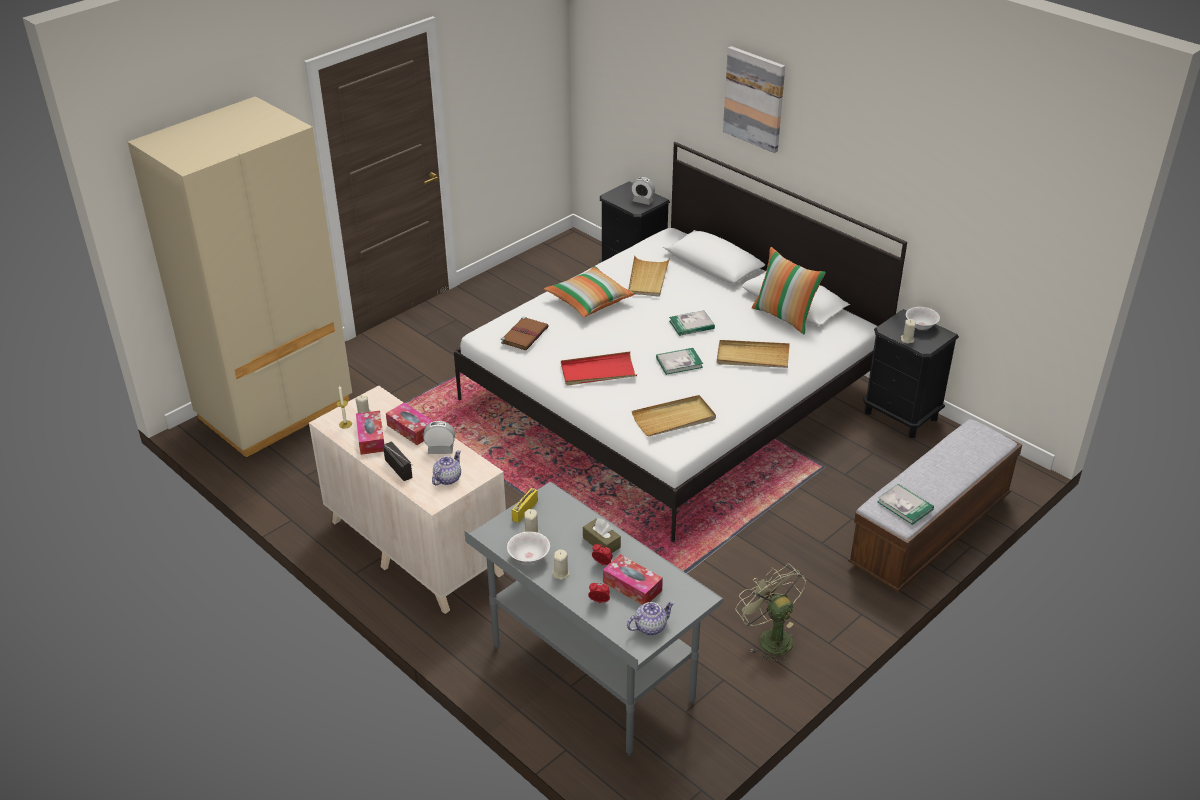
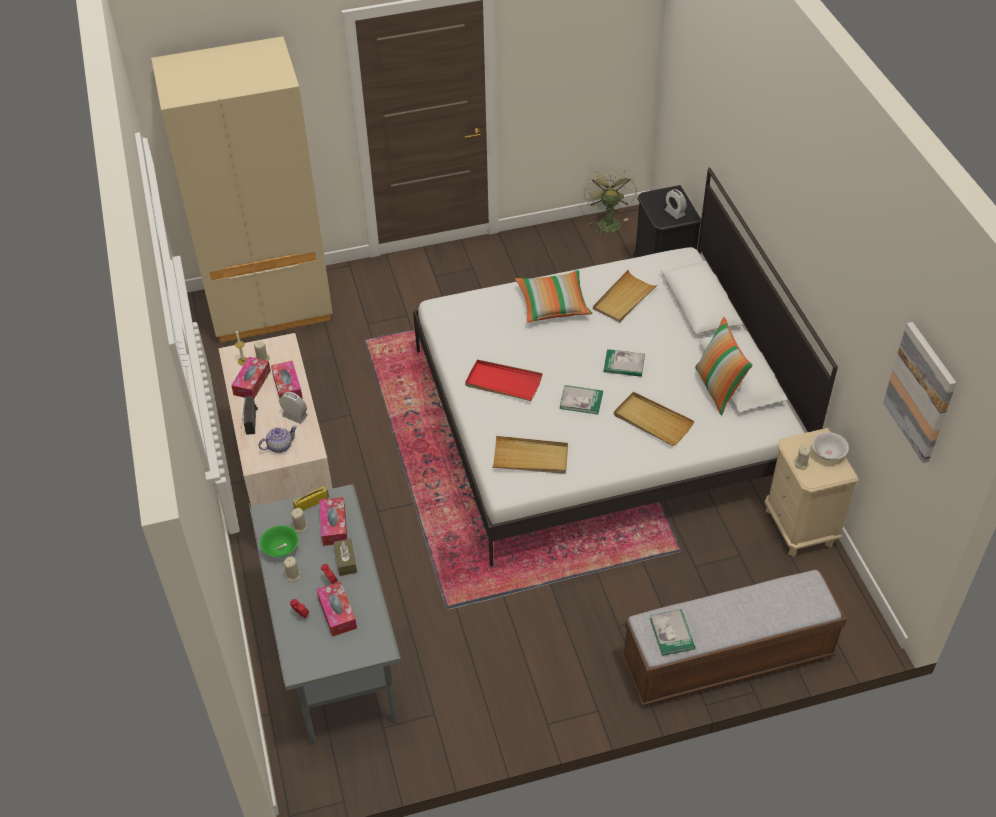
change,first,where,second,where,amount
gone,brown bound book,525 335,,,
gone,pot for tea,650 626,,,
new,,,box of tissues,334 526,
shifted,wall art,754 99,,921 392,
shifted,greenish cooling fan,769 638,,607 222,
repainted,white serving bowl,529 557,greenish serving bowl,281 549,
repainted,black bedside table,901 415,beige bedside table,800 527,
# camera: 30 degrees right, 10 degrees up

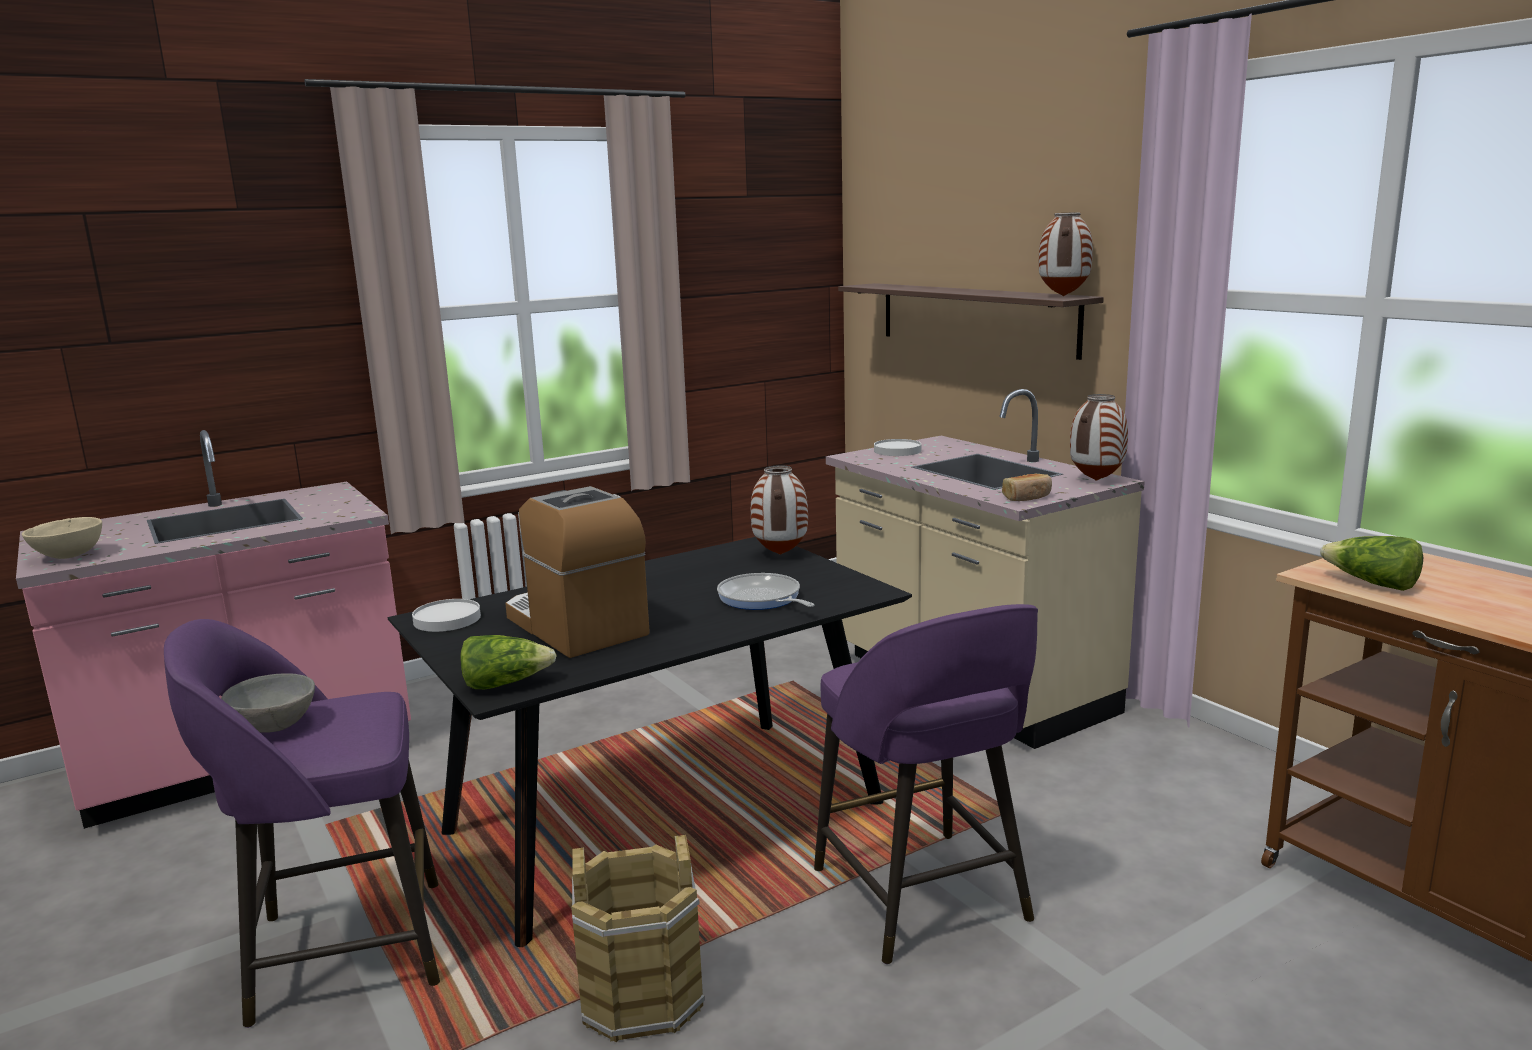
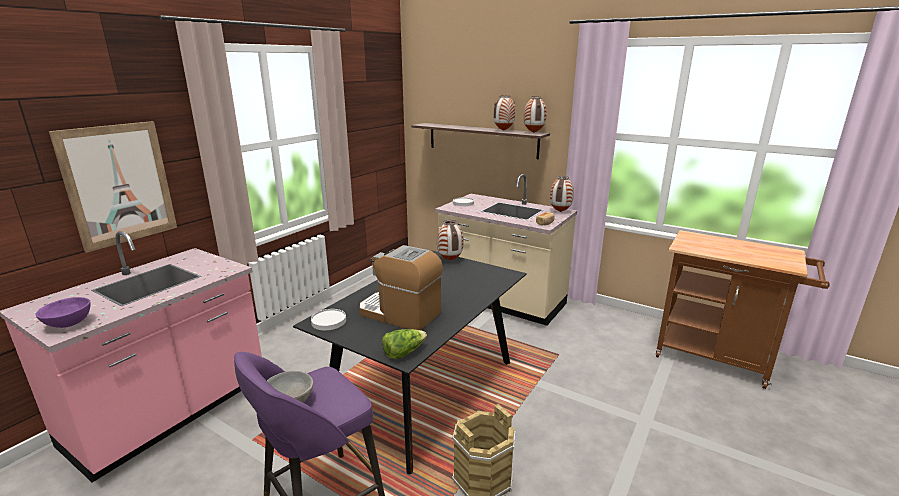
change,first,where,second,where,amount
gone,pan,761 599,,,
gone,purple-coloured stool,923 898,,,
gone,head of lettuce,1372 584,,,
new,,,wall art,119 184,
new,,,vase,503 130,
repainted,beige serving bowl,68 556,purple-coloured serving bowl,68 325,
# camera: 25 degrees left, 5 degrees up

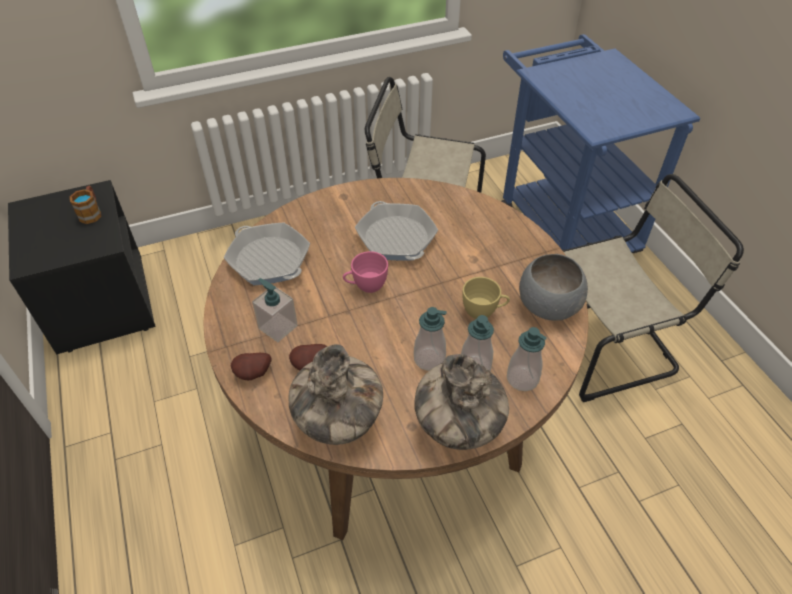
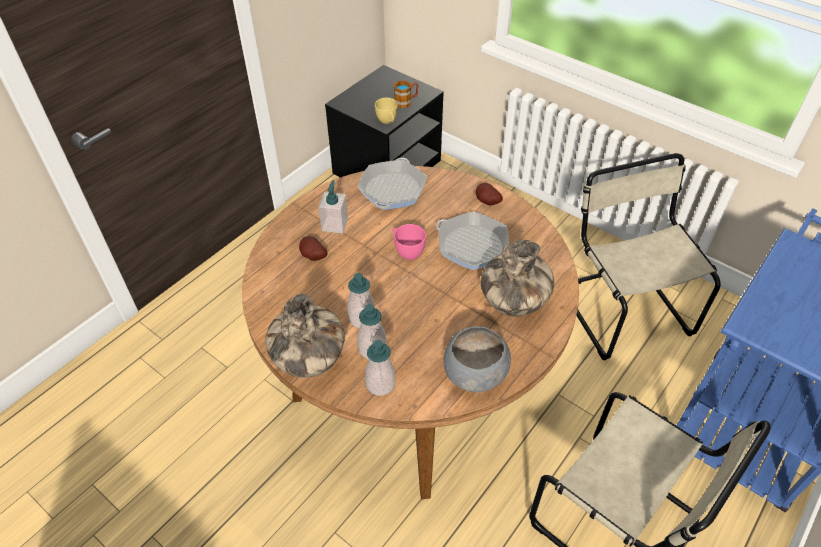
change,first,where,second,where,amount
shifted,whole potato,253 374,,486 202,
shifted,vase,339 420,,514 303,
shifted,yellowish small cup,483 312,,387 121,
rotated,pan,396 237,,473 246,90 degrees counterclockwise
# camera: 60 degrees right, 0 degrees up

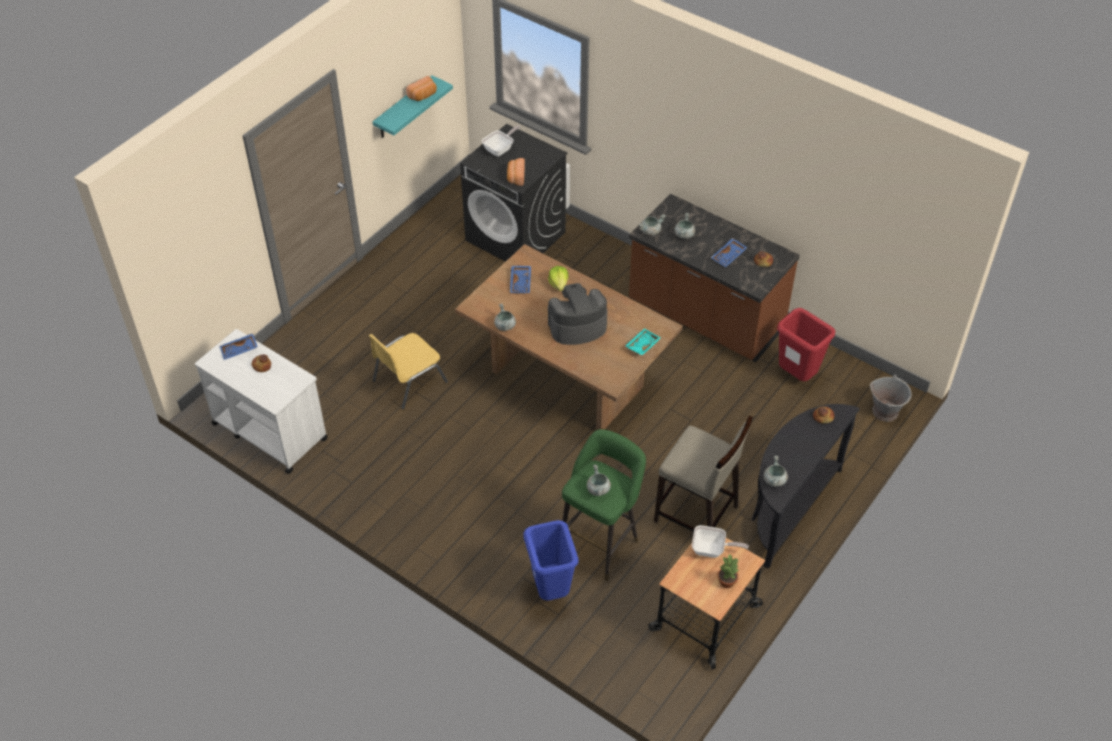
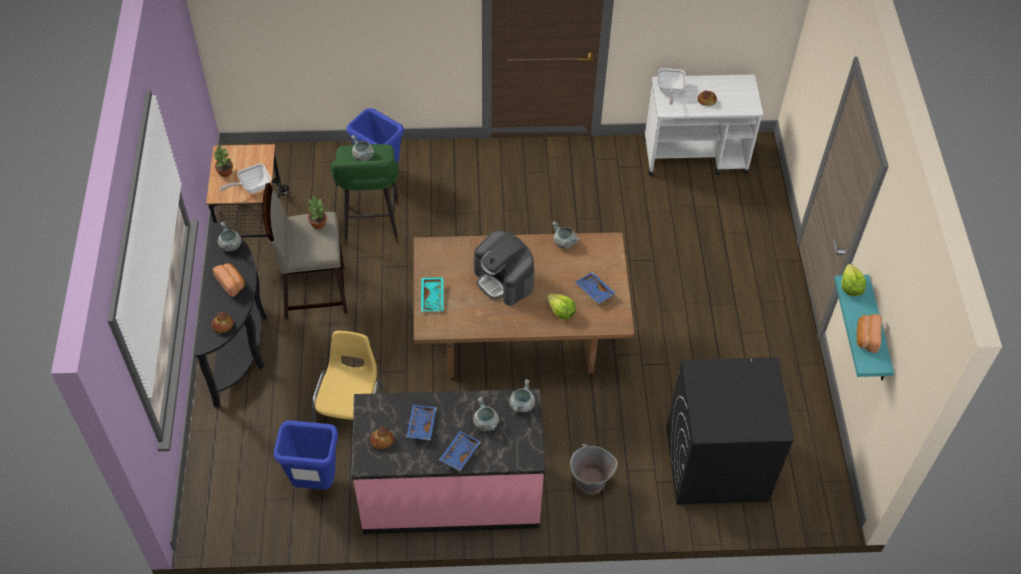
change,first,where,second,where,amount
new,,,potted plant,318 223,
new,,,head of lettuce,850 287,
shifted,blue-coloured carrying tray,239 350,,459 453,
shifted,yellowish chair,408 381,,350 408,
shifted,pan,500 149,,669 91,
shifted,bread,515 177,,231 283,
shifted,gray water bucket,885 411,,590 482,
repainted,brown counter,705 317,pinkish counter,450 492,
repainted,red trash can,797 376,blue-coloured trash can,314 482,
rotated,coffee machine,577 327,,504 279,105 degrees clockwise
# camera: 140 degrees right, 5 degrees up

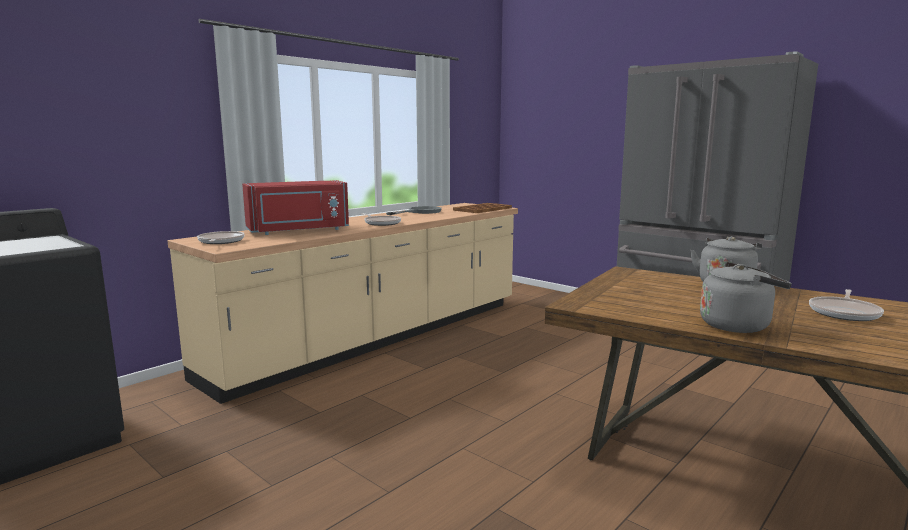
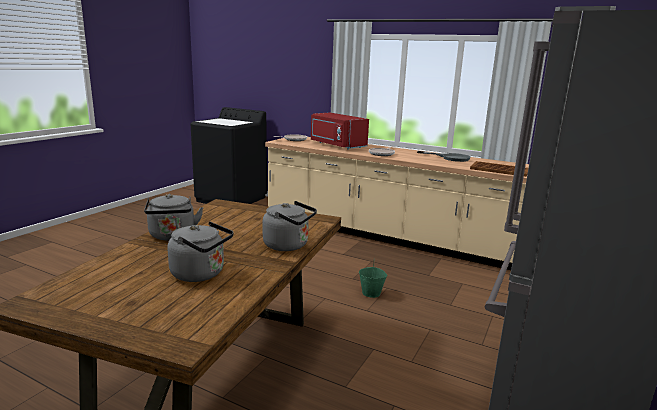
change,first,where,second,where,amount
new,,,greenish water bucket,371 293,
swapped,pan,844 313,gray tea kettle,201 274,
# camera: 75 degrees right, 5 degrees up

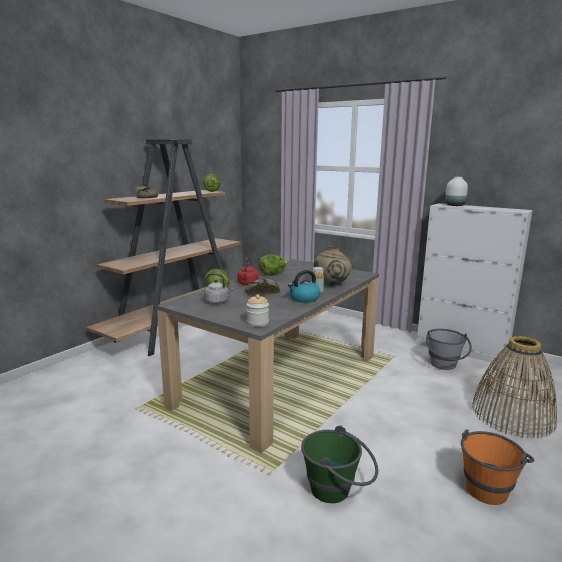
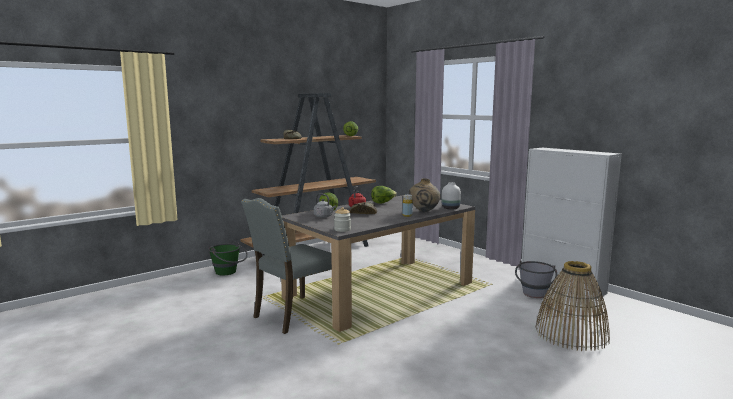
change,first,where,second,where,amount
gone,tea kettle,304 299,,,
gone,orangey water bucket,489 486,,,
new,,,gray chair,294 315,
shifted,greenish water bucket,338 491,,229 272,
shifted,white vase,454 205,,450 208,
# camera: 15 degrees right, 5 degrees down

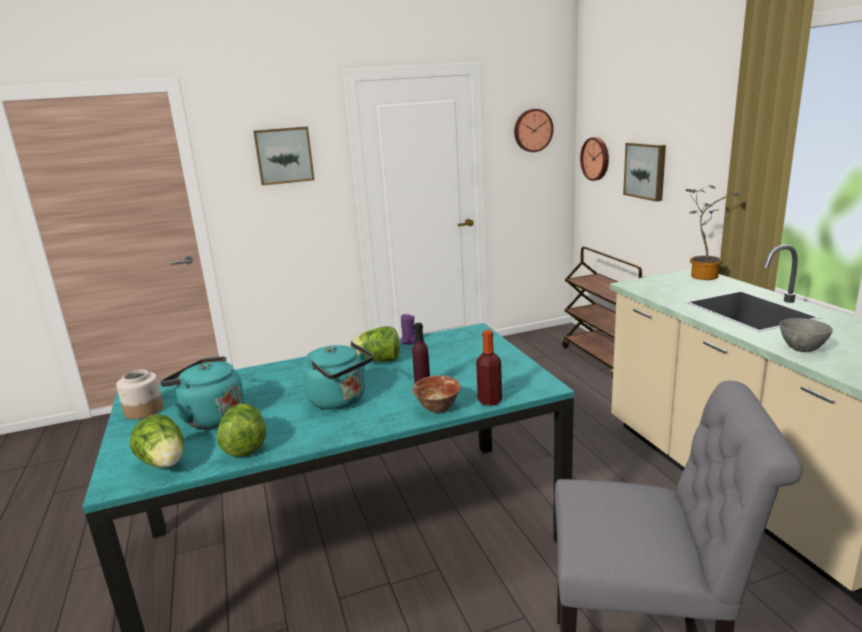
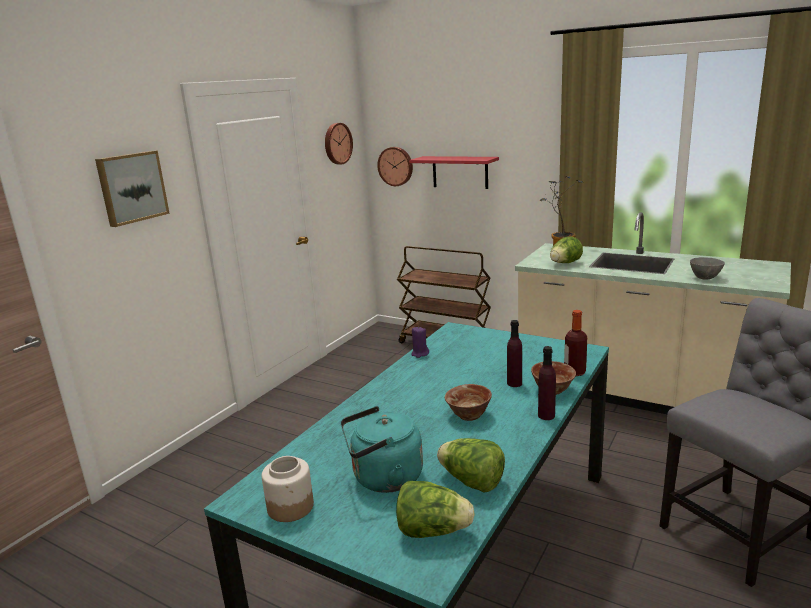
change,first,where,second,where,amount
new,,,purple-coloured drink bottle,546 415,
shifted,head of lettuce,378 361,,564 263,
swapped,turquoise-coloured tea kettle,340 400,serving bowl,469 415,
swapped,wall art,646 170,red wall shelf,460 172,
# camera: 40 degrees left, 0 degrees up

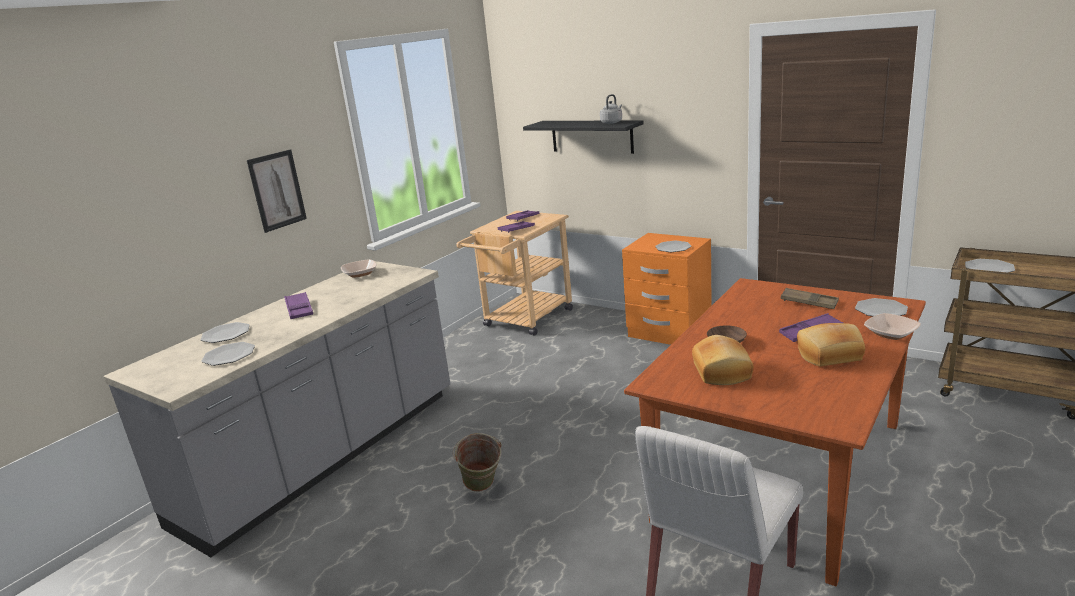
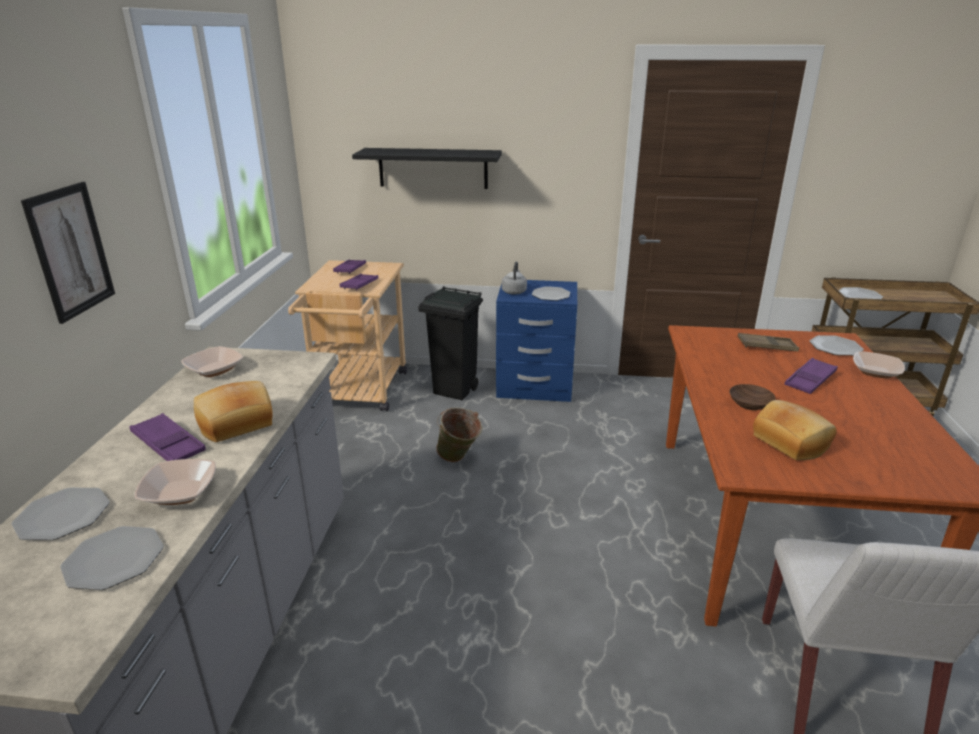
change,first,where,second,where,amount
new,,,serving bowl,179 492,
new,,,black trash can,455 391,
shifted,greenish water bucket,482 489,,458 459,
shifted,gray tea kettle,612 122,,514 291,
shifted,bread,830 356,,236 424,
repainted,orangey bedside table,669 332,blue-coloured bedside table,534 387,
# camera: 30 degrees left, 5 degrees up

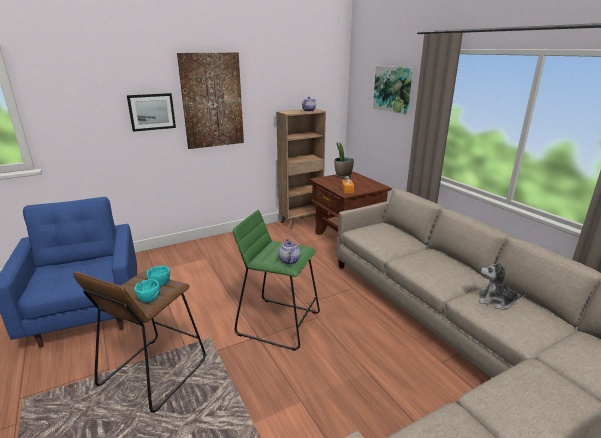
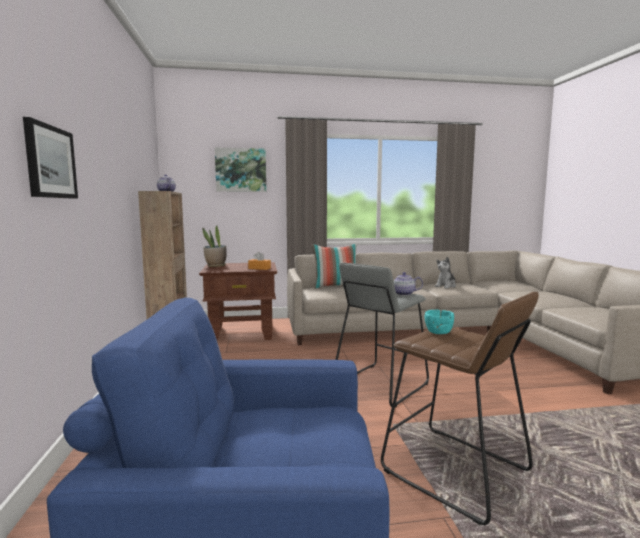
change,first,where,second,where,amount
gone,turquoise-coloured serving bowl,148 298,,,
gone,wall art,212 101,,,
new,,,pillow,336 287,
repainted,greenish stool,279 323,gray stool,380 384,
# camera: 70 degrees left, 15 degrees down

